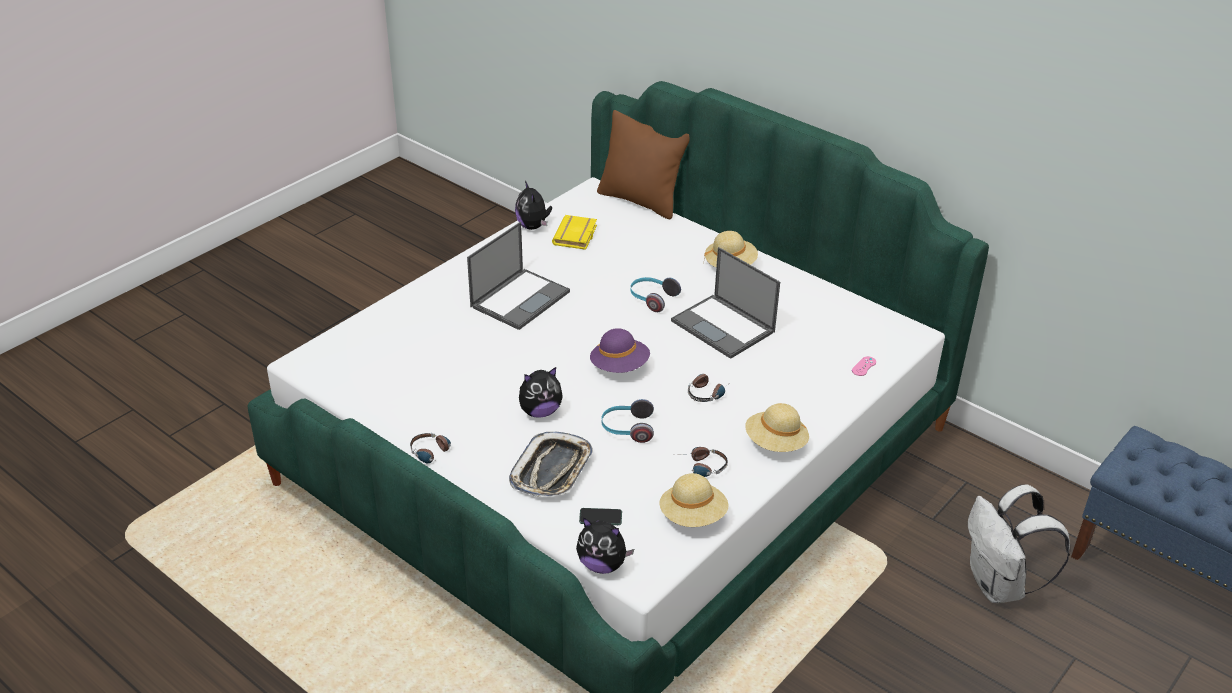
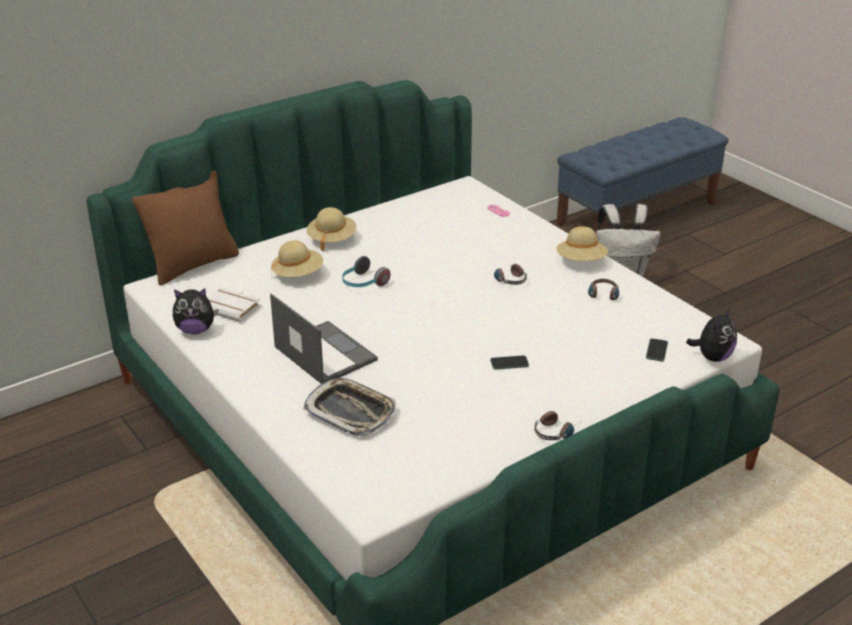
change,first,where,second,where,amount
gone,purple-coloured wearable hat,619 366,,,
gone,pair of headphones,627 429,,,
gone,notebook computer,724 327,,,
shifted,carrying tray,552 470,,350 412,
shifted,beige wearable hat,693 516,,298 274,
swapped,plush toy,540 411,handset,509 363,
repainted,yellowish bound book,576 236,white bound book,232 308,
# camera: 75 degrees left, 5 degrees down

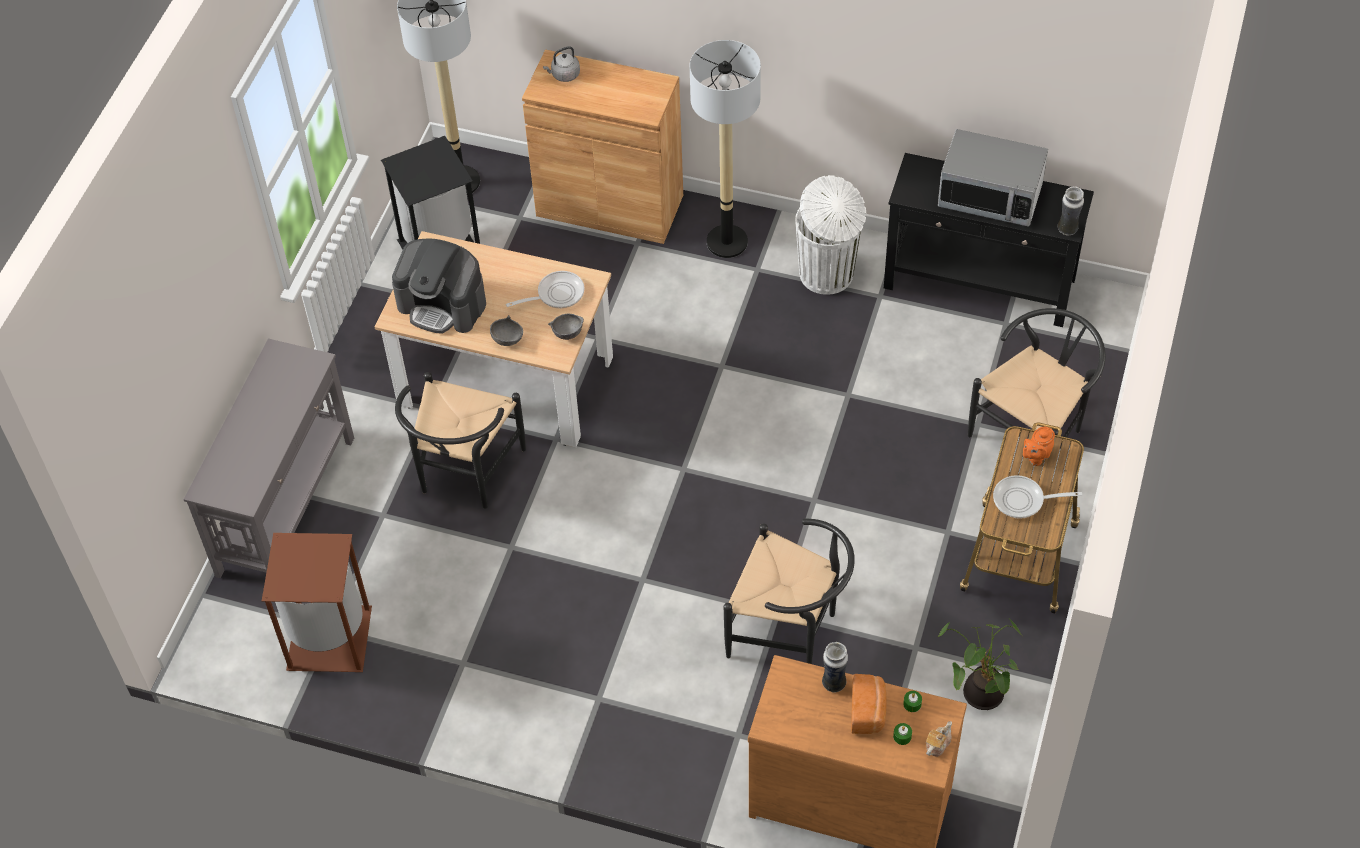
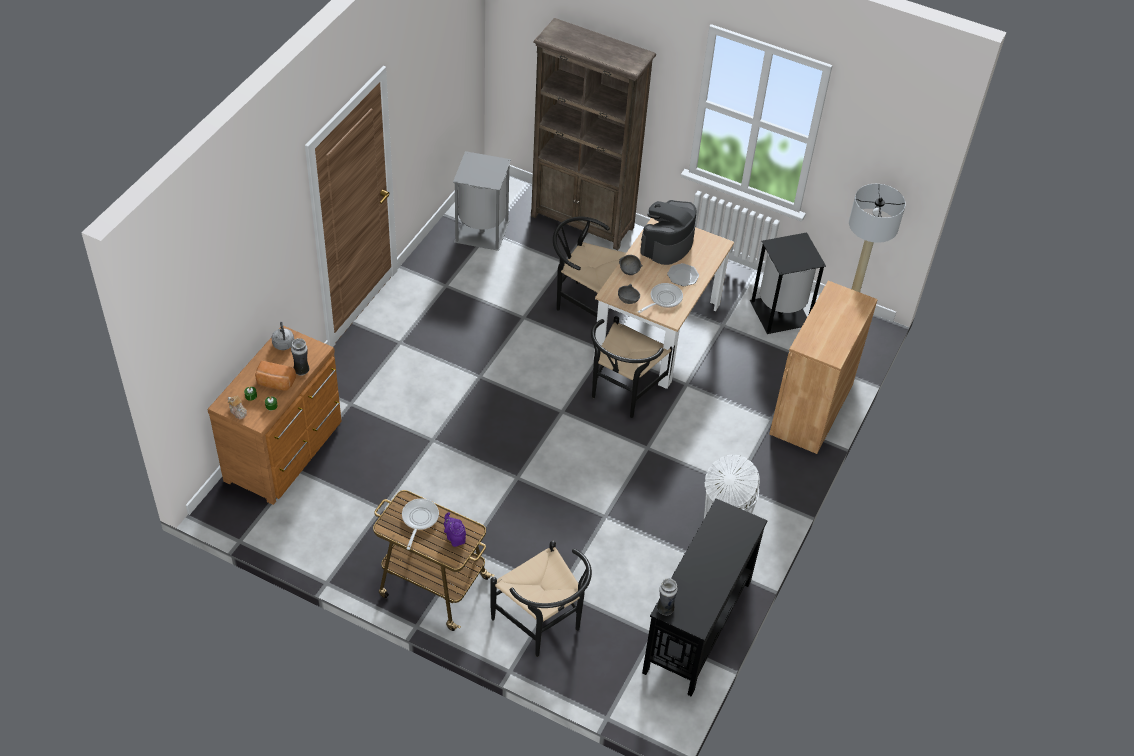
change,first,where,second,where,amount
gone,standing lamp,727 242,,,
gone,microwave oven,990 196,,,
gone,potted plant,979 693,,,
new,,,plate,683 275,
shifted,gray tea kettle,564 75,,283 343,
shifted,black chair,791 632,,622 393,
swapped,gray console table,287 505,brown bookcase,583 222,
repainted,brown trash can,328 639,gray trash can,481 230,
repainted,orangey pot for tea,1036 457,purple-coloured pot for tea,455 538,
rotated,pan,556 294,,663 299,120 degrees counterclockwise
# camera: 95 degrees right, 5 degrees down

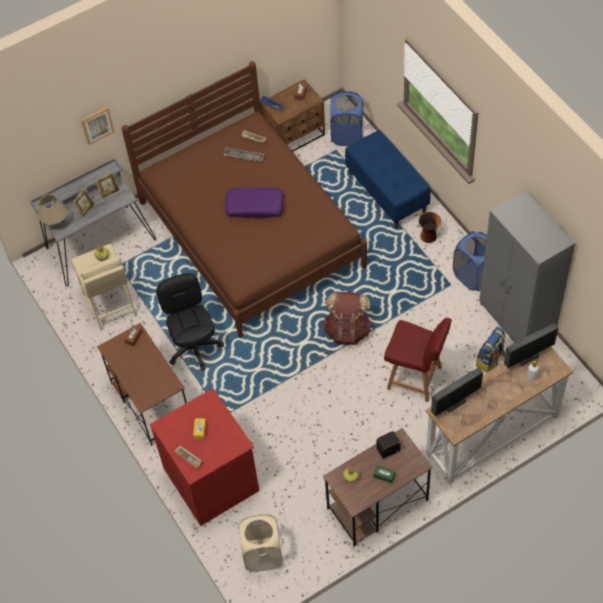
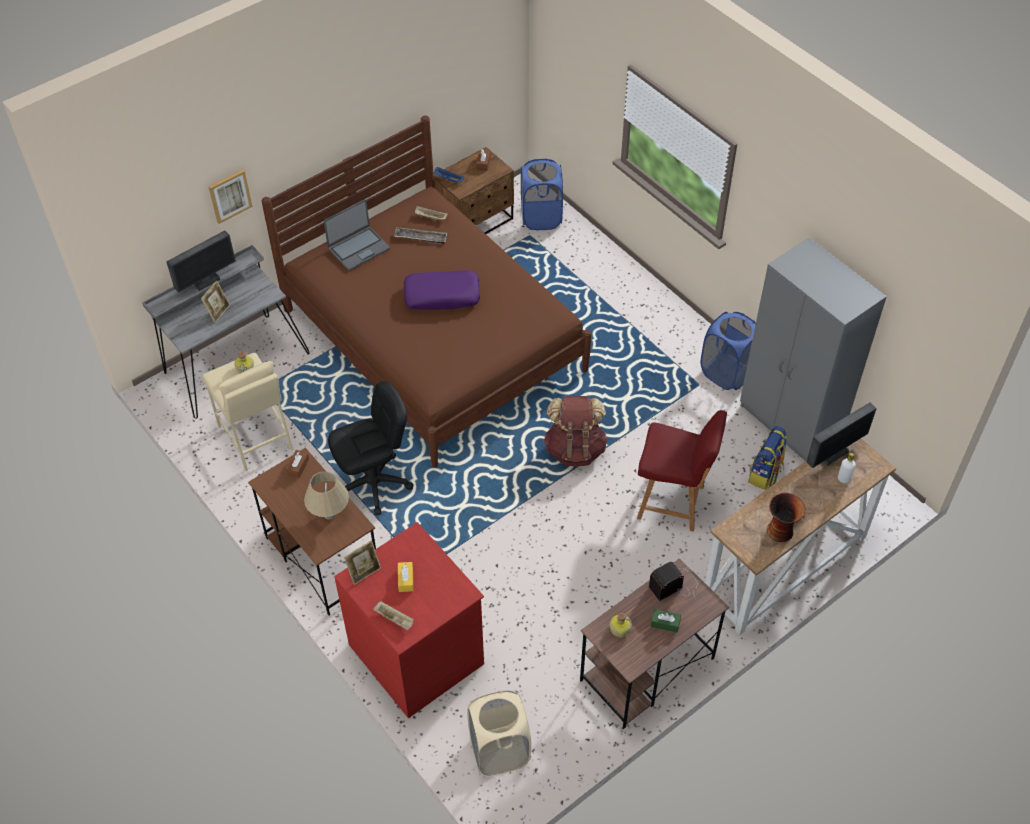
change,first,where,second,where,amount
gone,blue-coloured bench,387 192,,,
new,,,notebook computer,358 249,
shifted,beige tabletop lamp,56 223,,329 514,
shifted,picture frame,109 192,,364 572,
shifted,vase,429 236,,781 530,
shifted,monitor,455 404,,207 282,
rotated,black computer chair,194 347,,374 483,90 degrees clockwise
# camera: 10 degrees left, 5 degrees down

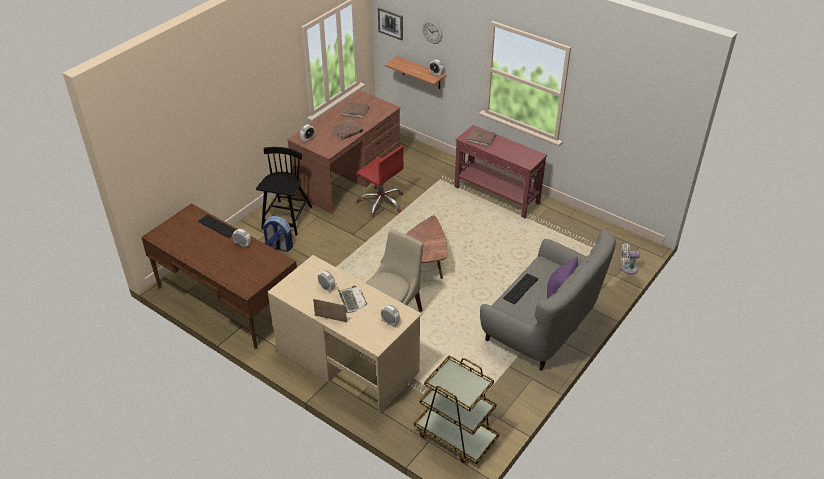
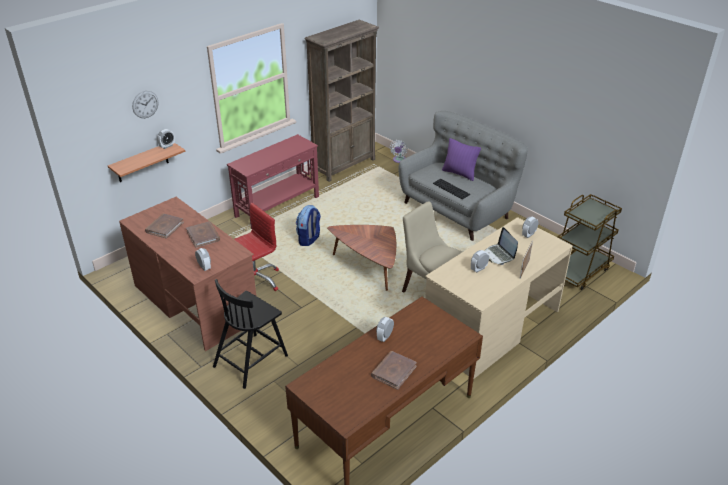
change,first,where,second,where,amount
gone,computer keyboard,217 226,,,
gone,wall art,391 23,,,
new,,,brown bookcase,344 165,
shifted,backpack,279 247,,309 239,
shifted,brown bound book,481 138,,393 371,
rotated,black chair,287 218,,251 360,75 degrees counterclockwise
rotated,notebook computer,350 300,,499 255,105 degrees counterclockwise
# camera: 80 degrees left, 5 degrees down

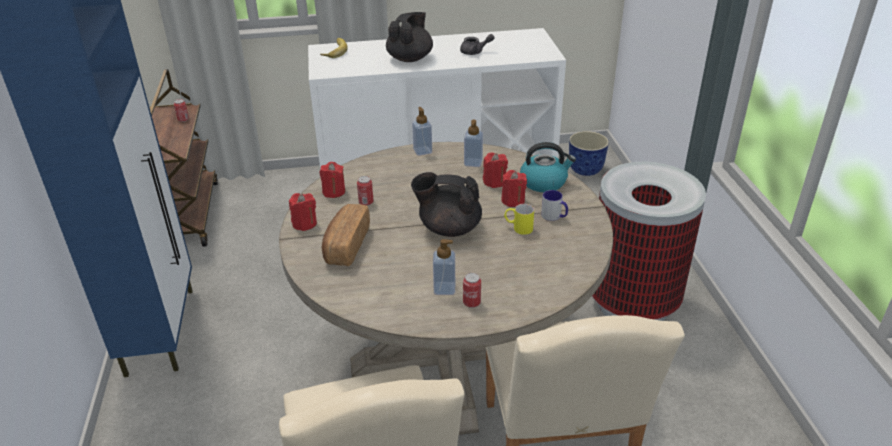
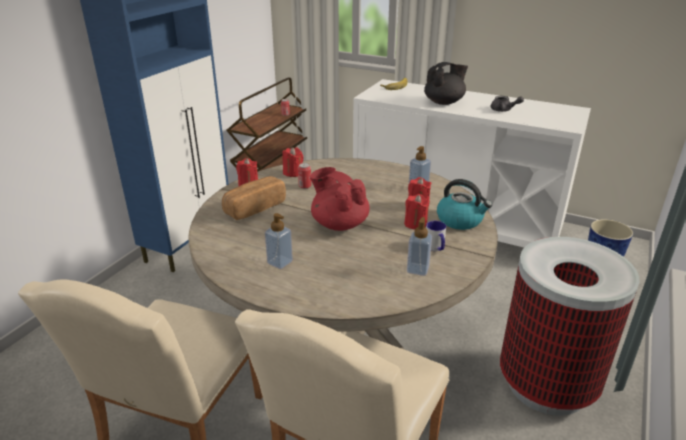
change,first,where,second,where,amount
gone,metal can,471 302,,,
gone,yellowish mug,518 228,,,
shifted,soap bottle,422 151,,417 269,
repainted,black pot for tea,449 228,red pot for tea,339 224,
# camera: 35 degrees right, 5 degrees down

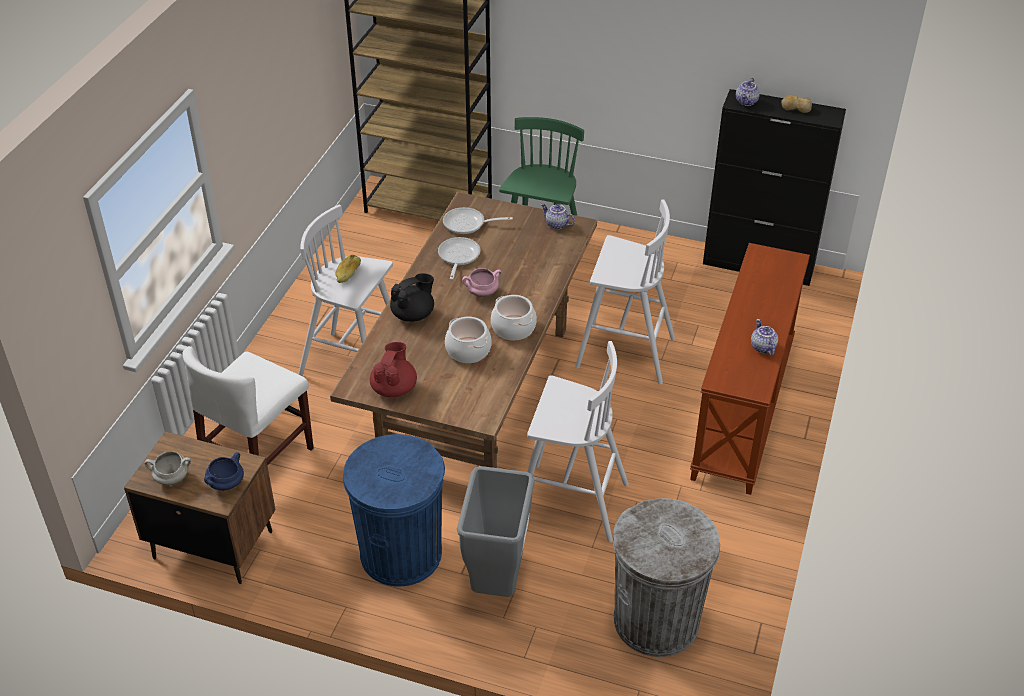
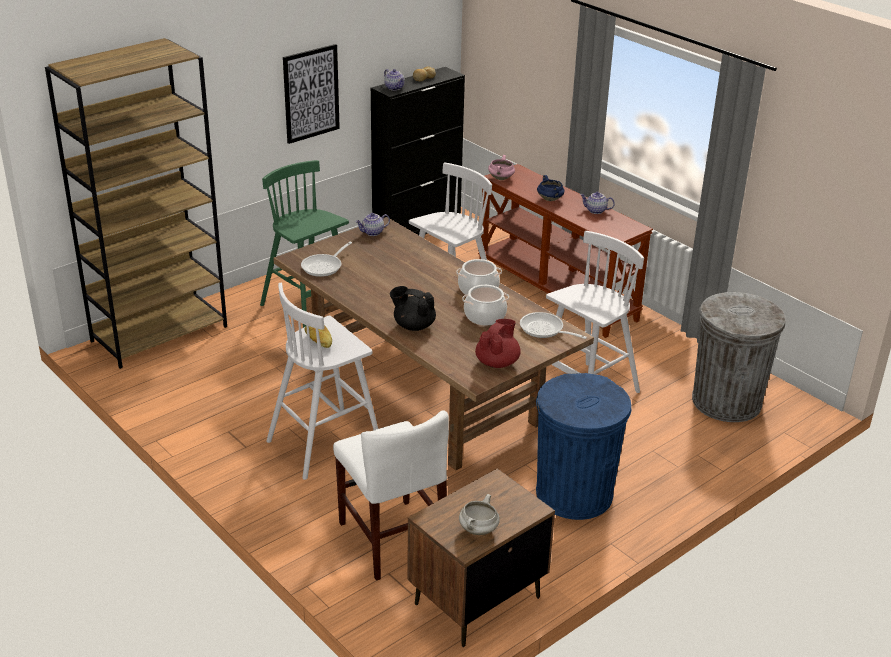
change,first,where,second,where,amount
gone,gray trash can,497 584,,,
new,,,wall art,311 93,
shifted,blue-coloured saucepot,226 484,,550 199,
shifted,pan,458 257,,544 330,
shifted,pinkish saucepot,482 293,,501 178,
rotated,red pot for tea,394 388,,497 362,75 degrees clockwise
rotated,black pot for tea,413 314,,413 326,60 degrees counterclockwise
# camera: 60 degrees left, 10 degrees down

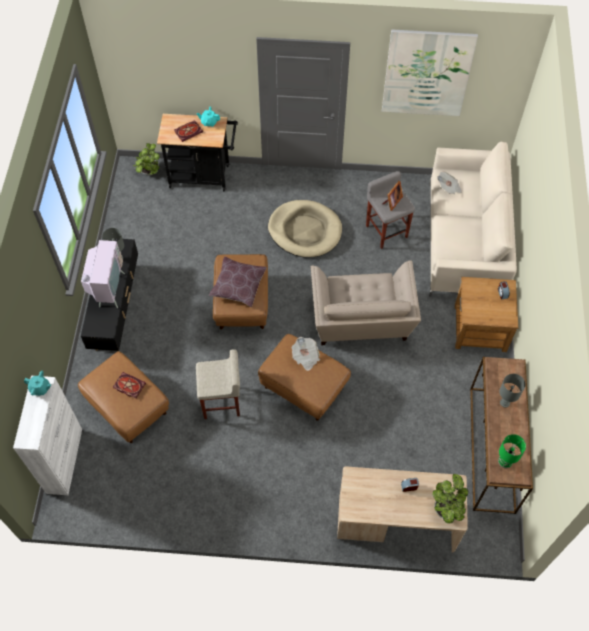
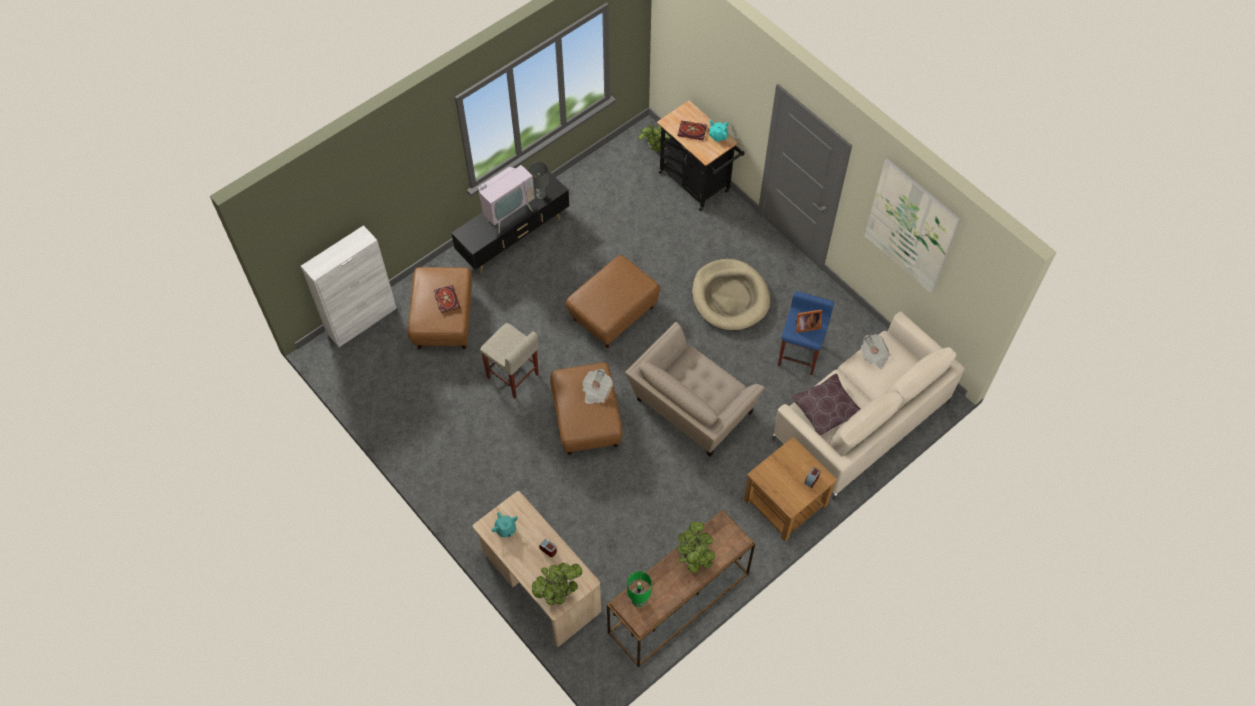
change,first,where,second,where,amount
shifted,turquoise-coloured pot for tea,40 388,,505 529,
shifted,brown pillow,238 286,,825 409,
swapped,gray tabletop lamp,504 402,potted plant,694 558,
repainted,gray stool,386 231,blue-coloured stool,800 354,
# camera: 45 degrees right, 0 degrees up

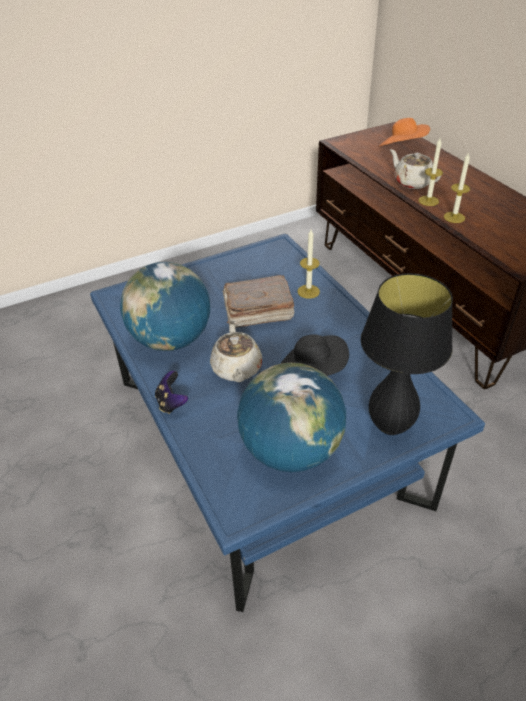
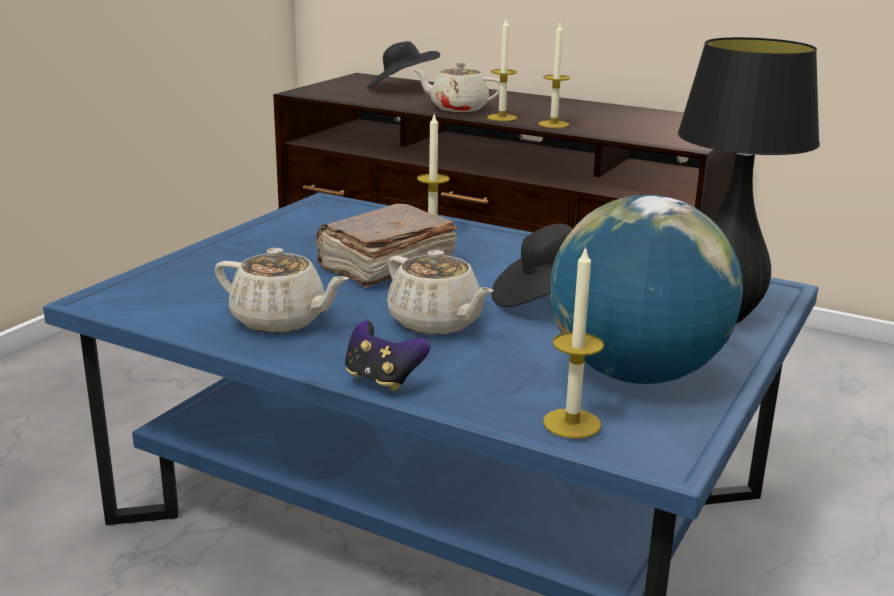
change,first,where,second,where,amount
new,,,wax candle,572 423,
swapped,world globe,171 340,beige pot for tea,280 320,
repainted,orangey wearable hat,402 148,black wearable hat,401 88,
# camera: 35 degrees left, 20 degrees down

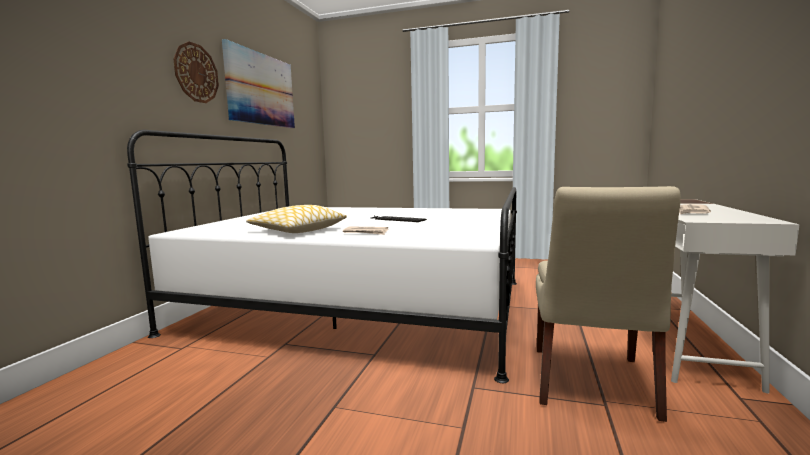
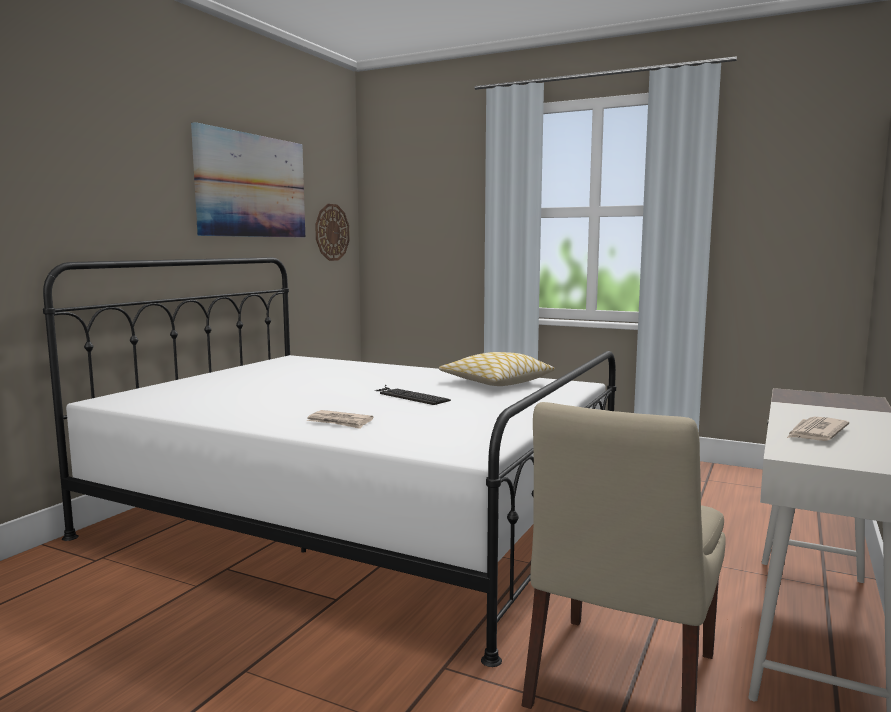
change,first,where,second,where,amount
shifted,clock on the wall,196 73,,332 232,
shifted,pillow,297 230,,496 382,
# camera: 10 degrees right, 0 degrees up

